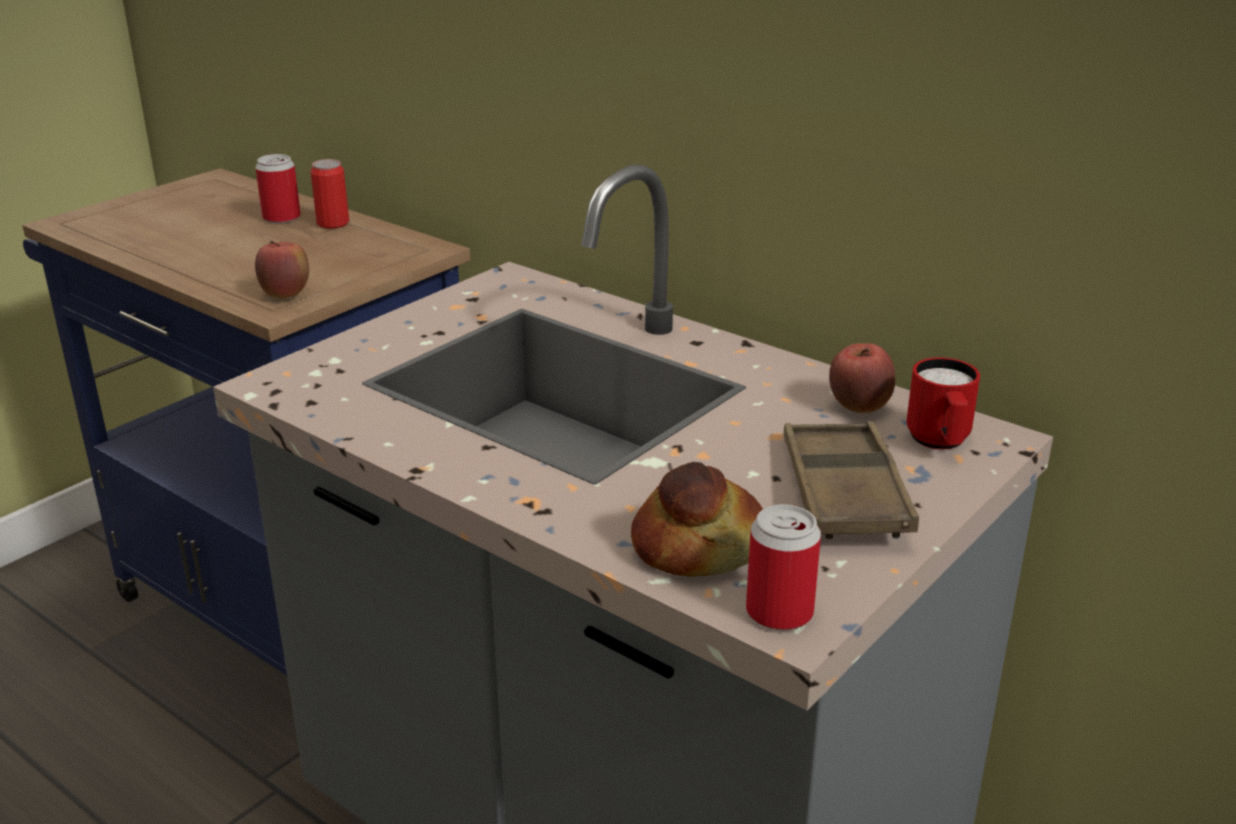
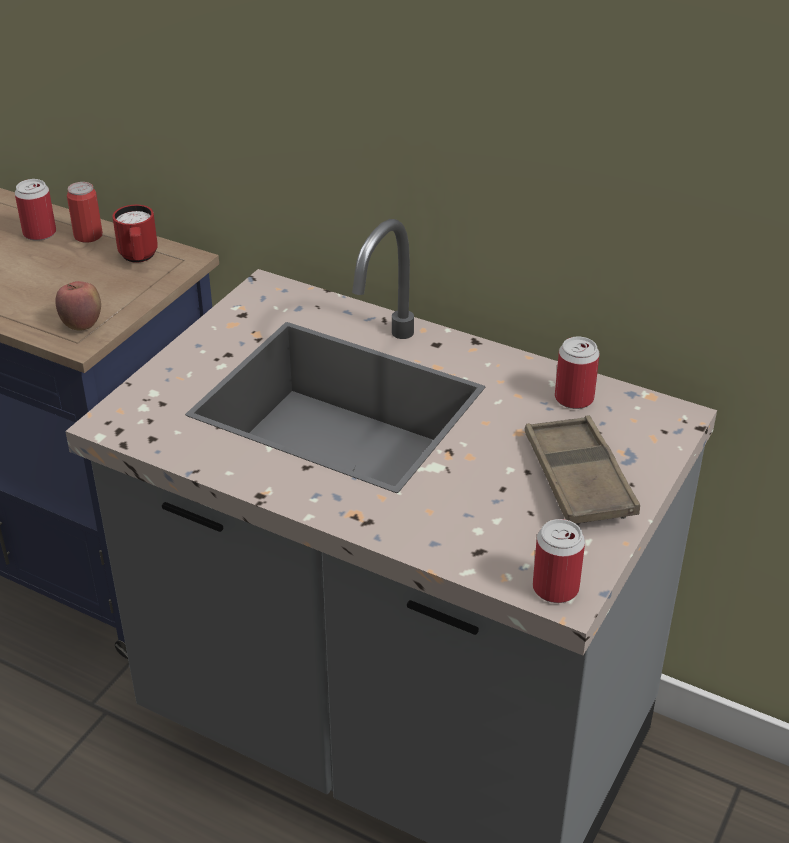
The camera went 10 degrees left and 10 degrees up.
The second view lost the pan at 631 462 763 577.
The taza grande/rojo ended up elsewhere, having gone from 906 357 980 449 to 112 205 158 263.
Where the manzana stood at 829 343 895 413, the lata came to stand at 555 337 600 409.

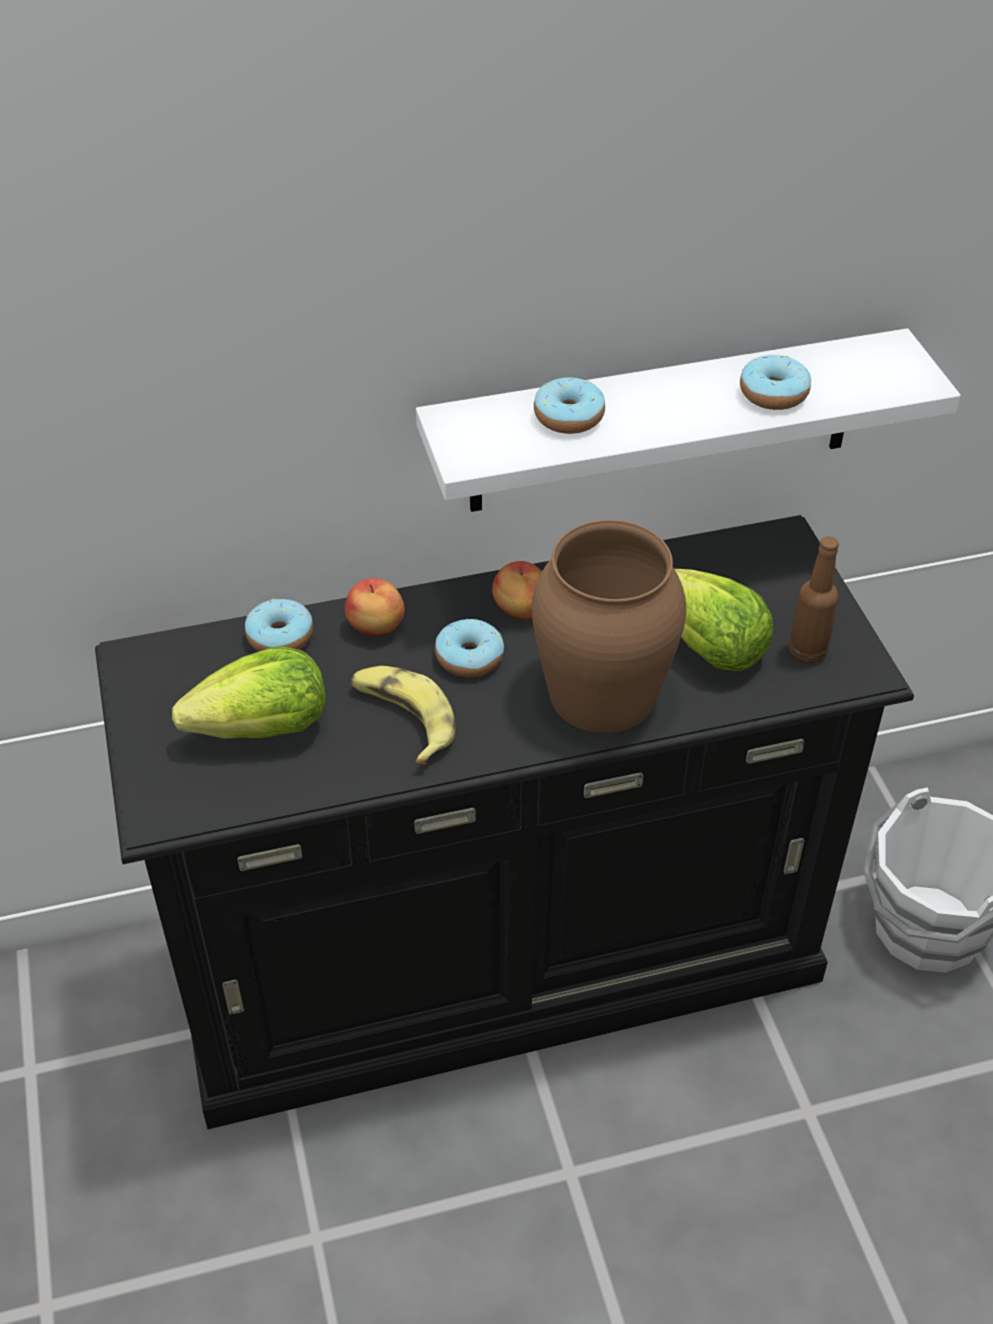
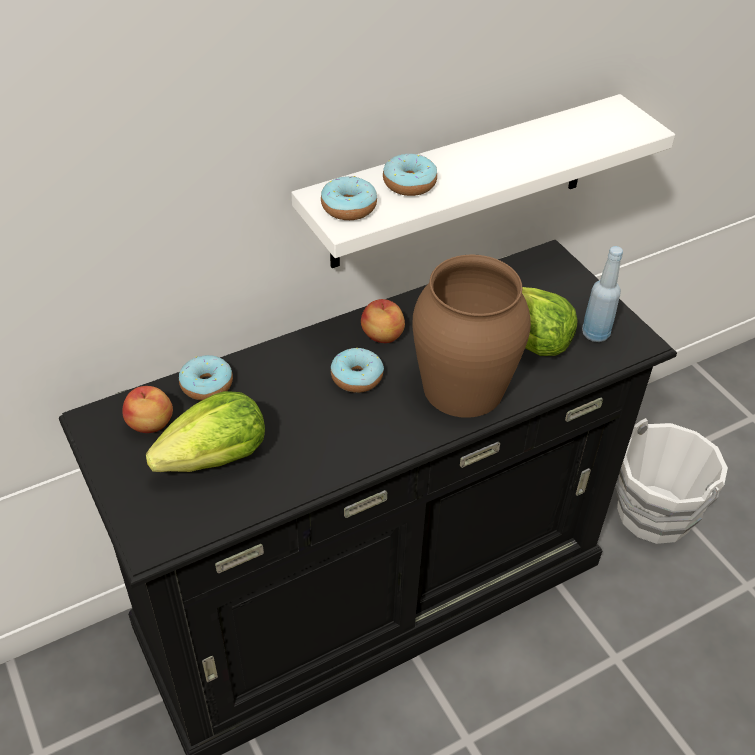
The camera went 15 degrees left and 0 degrees up.
The second view lost the plátano at 351 666 455 764.
The manzana ended up elsewhere, having gone from 345 578 405 636 to 122 386 173 433.
The rosquilla ended up elsewhere, having gone from 740 355 811 410 to 321 176 377 220.
What was the botella/marrón at 788 536 839 663 turned into the botella/azul at 582 246 623 342.

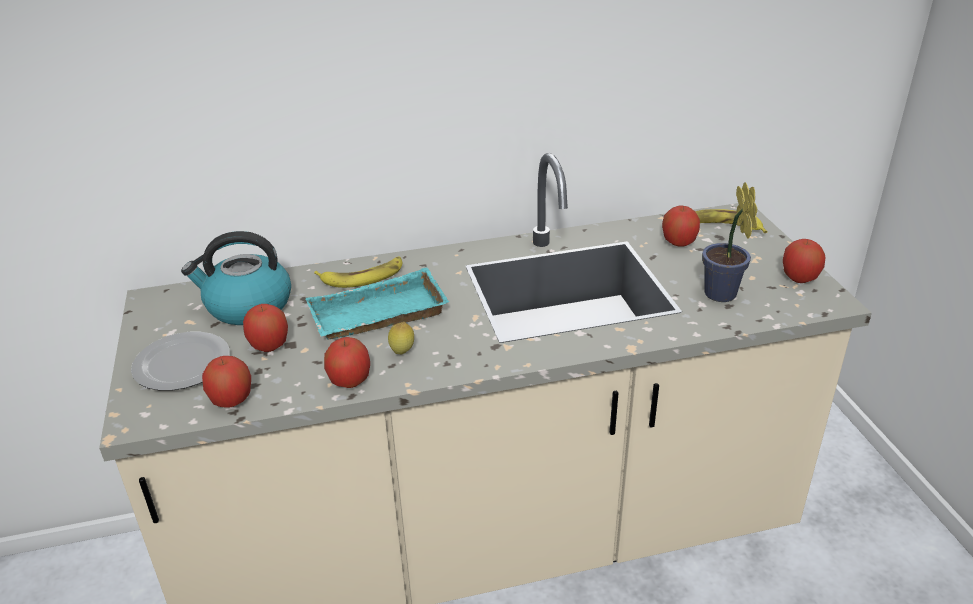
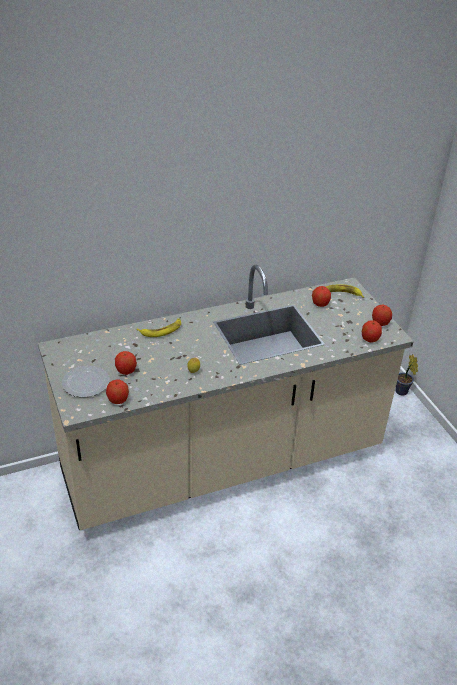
The camera went 10 degrees left and 5 degrees up.
The second view lost the hervidor at 181 231 291 325.
The second view lost the bandeja/turquesa at 305 267 449 340.
The manzana ended up elsewhere, having gone from 324 337 370 388 to 362 320 382 343.
The planta en maceta ended up elsewhere, having gone from 702 182 757 302 to 396 354 418 396.

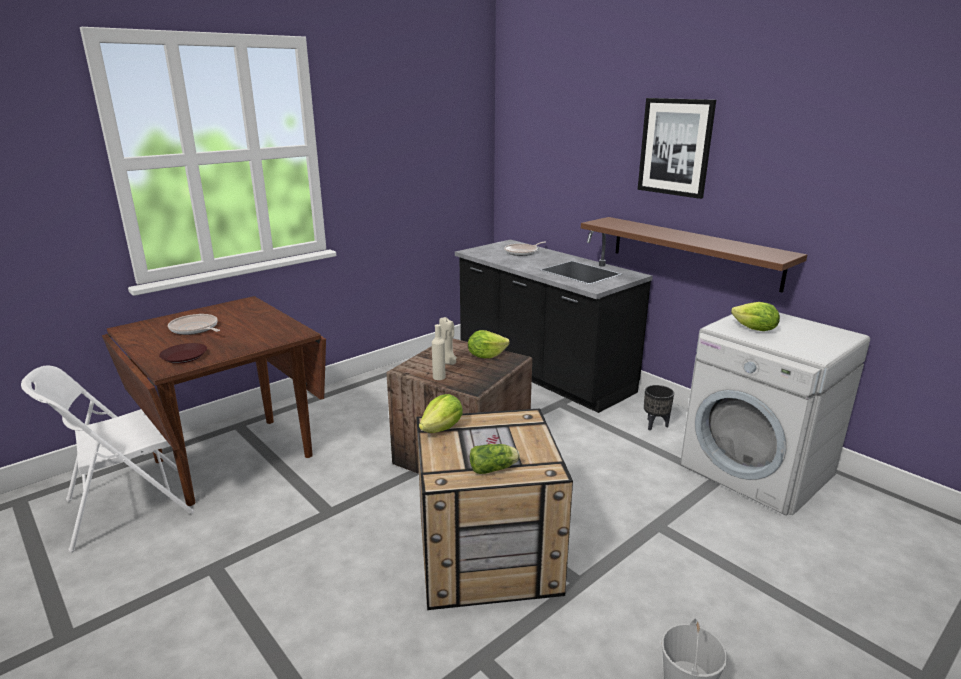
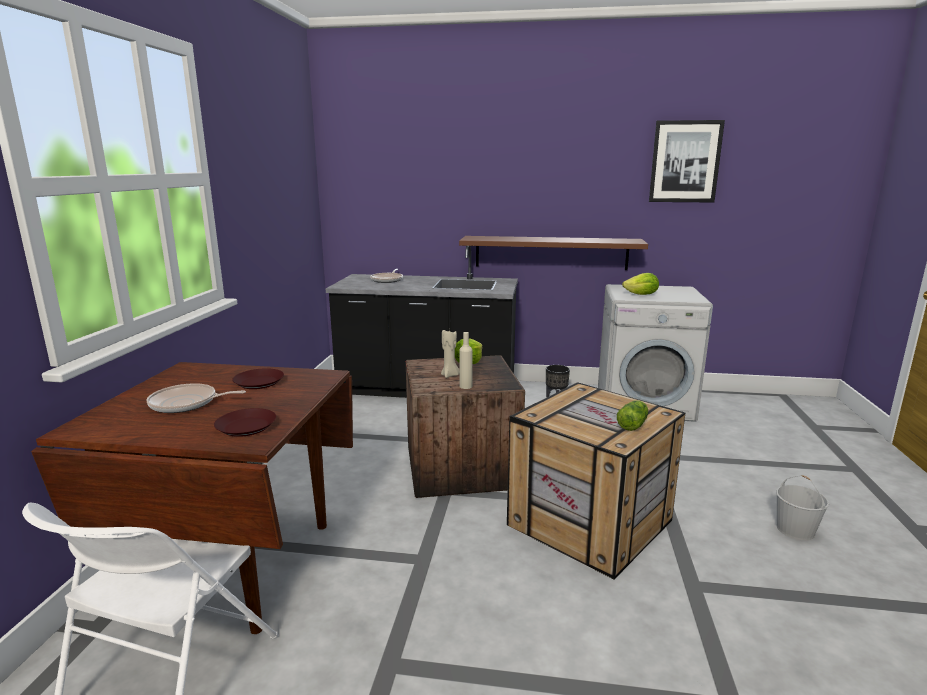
The camera went 40 degrees left and 5 degrees down.
The second view lost the lechuga at 419 394 463 433.
The second view gained the plato/marrón at 232 368 284 389.
The cuadro ended up elsewhere, having gone from 638 98 716 199 to 649 120 725 203.

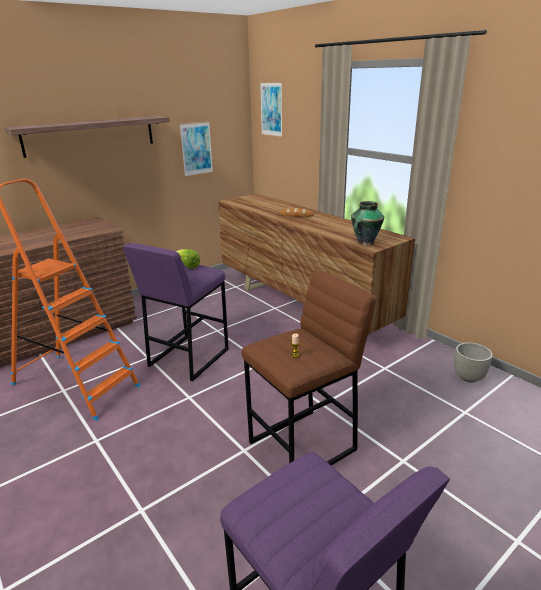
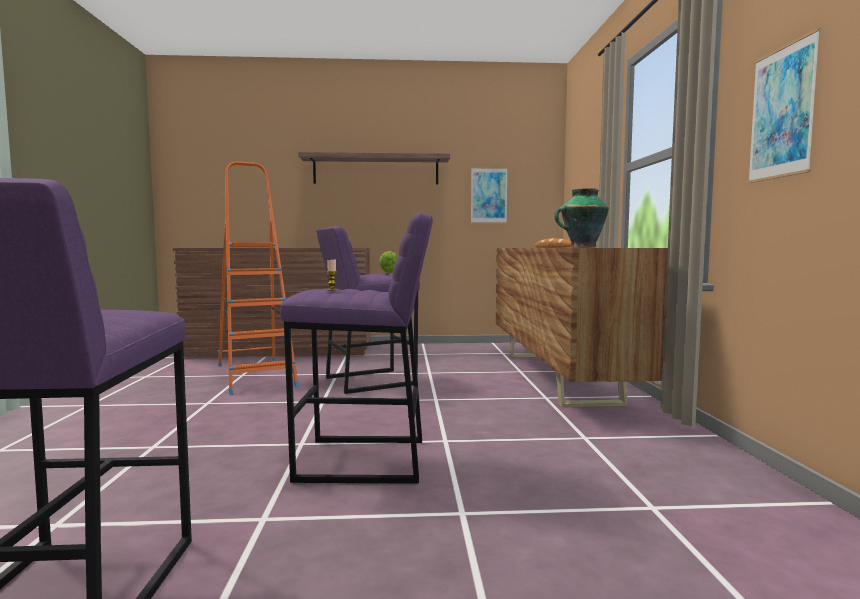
The camera went 35 degrees right and 20 degrees down.
The second view lost the maceta/gris at 454 342 493 383.
The cuadro ended up elsewhere, having gone from 260 82 283 137 to 747 28 821 183.
What was the taburete/marrón at 242 271 376 465 turned into the taburete/morado at 280 212 433 484.

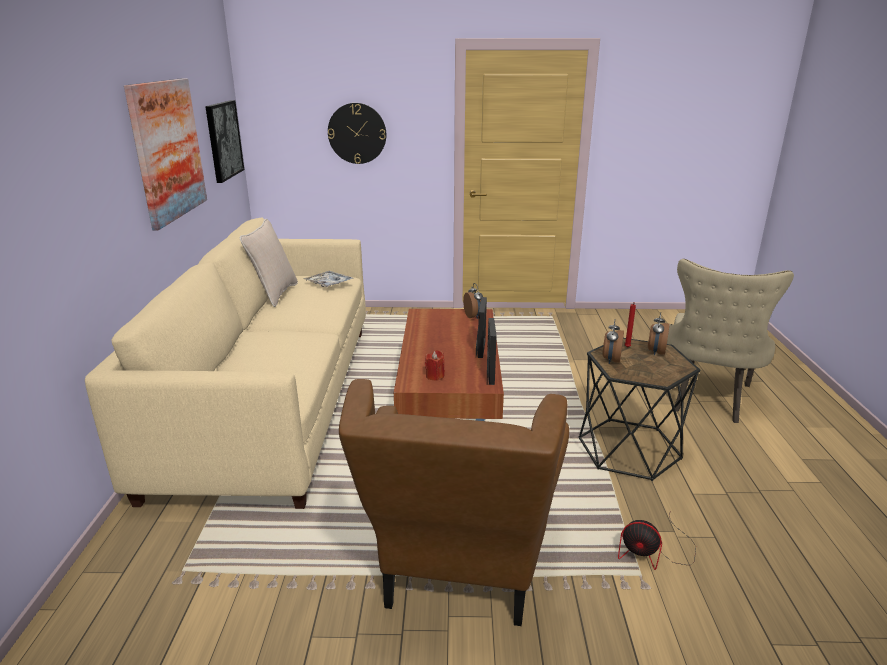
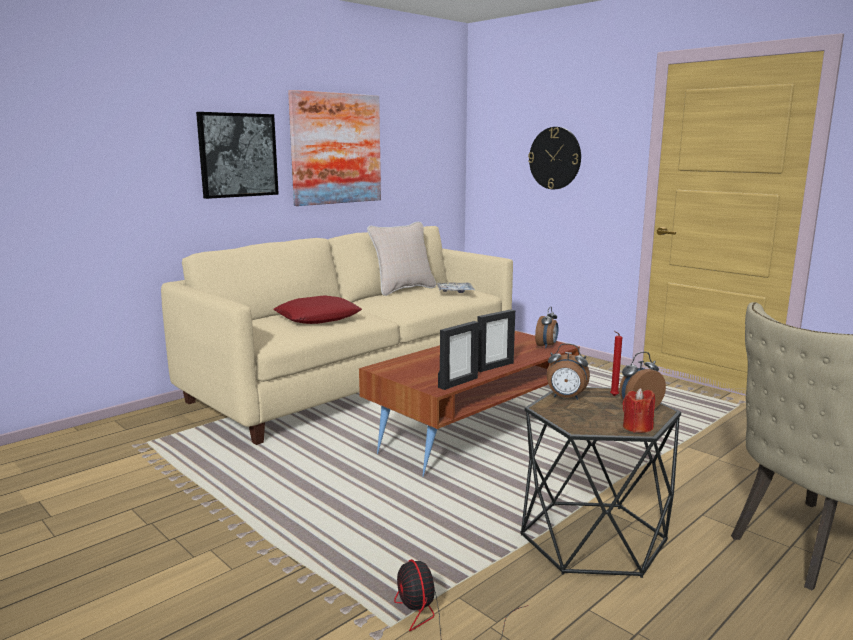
The camera went 45 degrees right and 10 degrees down.
The second view lost the sillón/marrón at 339 379 569 626.
The second view gained the cojín/rojo at 273 295 362 324.
The cuadro ended up elsewhere, having gone from 205 100 244 183 to 196 112 279 199.
The vela/rojo ended up elsewhere, having gone from 425 350 445 381 to 623 388 655 433.
The despertador at 602 320 624 364 ended up facing another way, 135 degrees counterclockwise from before.

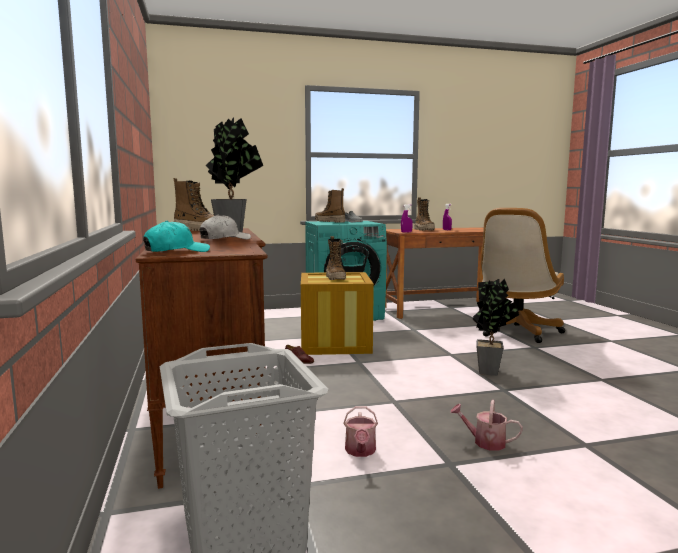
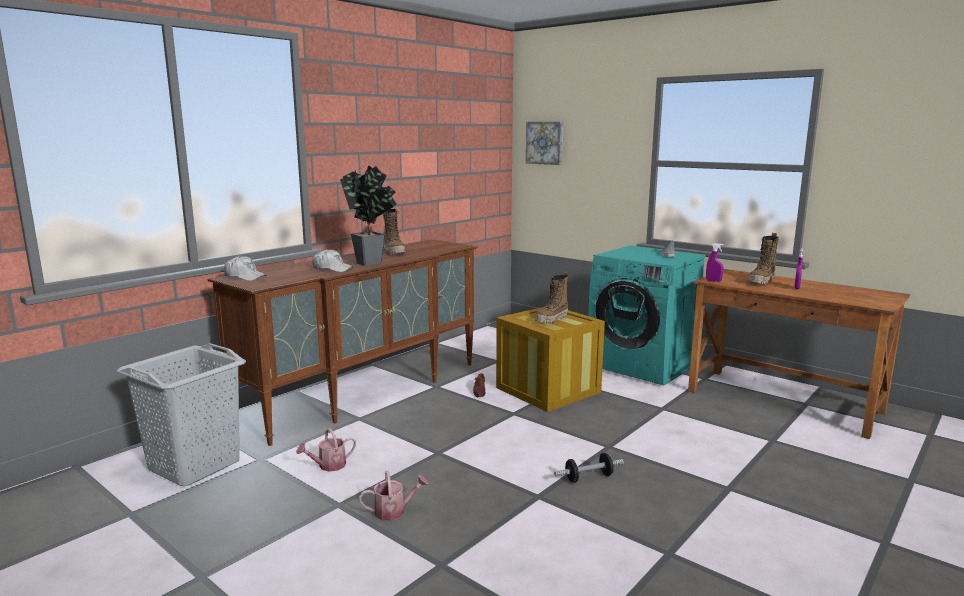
The camera went 55 degrees right and 5 degrees up.
The second view lost the bota at 315 188 345 223.
The second view lost the silla de oficina at 481 208 565 343.
The second view gained the cuadro at 526 122 563 165.
Where the planta en maceta stood at 472 279 519 376, the mancuerna came to stand at 554 453 624 483.
What was the gorra/turquesa at 143 221 210 252 turned into the gorra/blanco at 224 256 267 281.
The regadera at 450 400 523 451 ended up facing another way, 90 degrees clockwise from before.

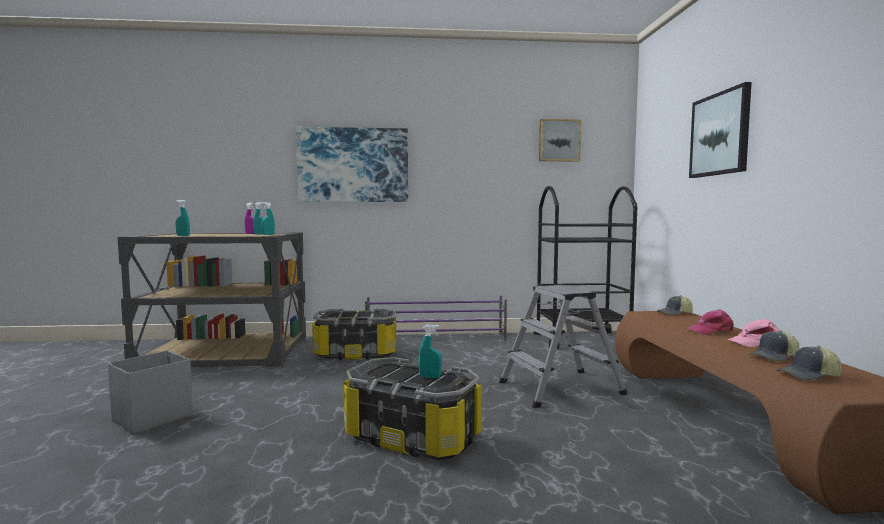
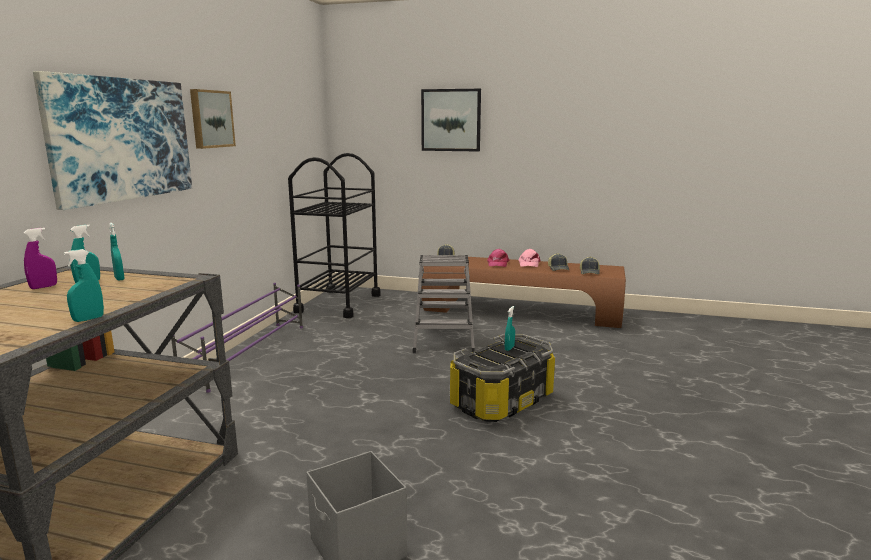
The camera went 70 degrees left and 10 degrees up.
The second view lost the caja de almacenaje at 312 308 396 360.
The cuadro ended up elsewhere, having gone from 539 119 581 162 to 190 89 236 149.

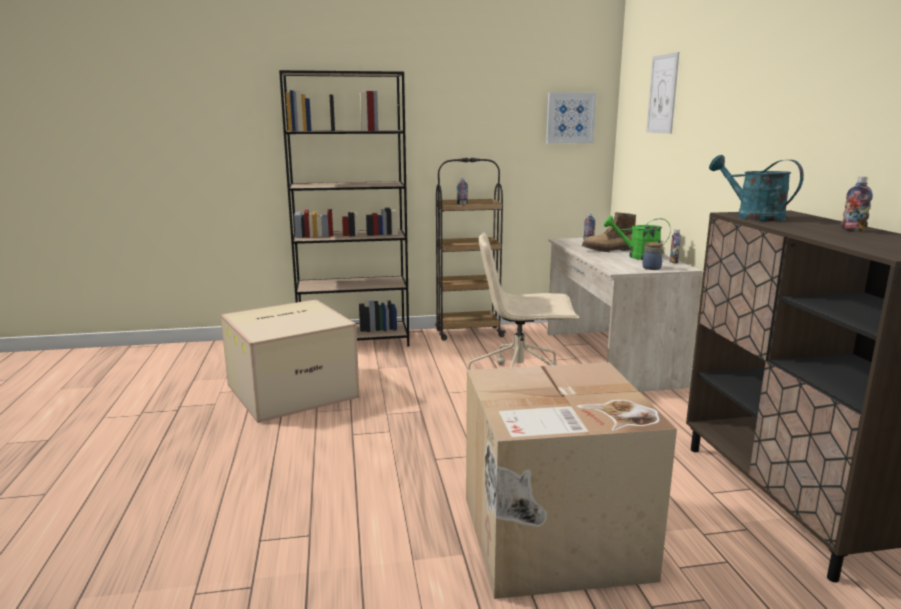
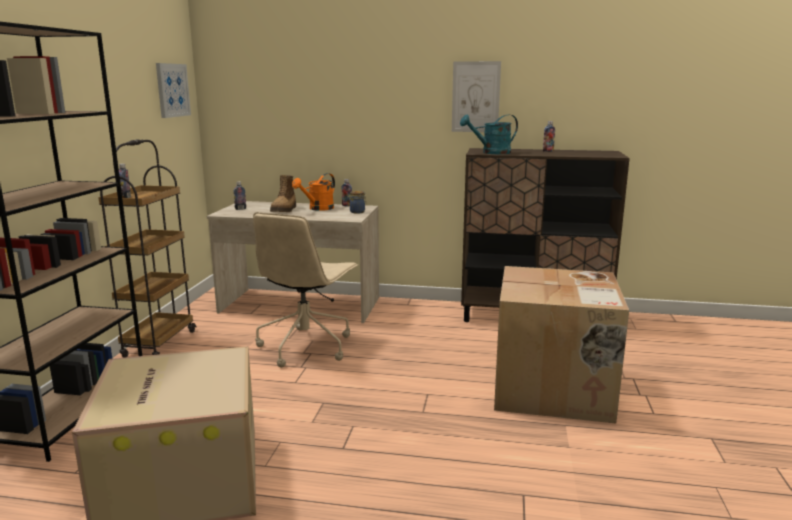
The camera went 70 degrees left and 0 degrees up.
The cuadro ended up elsewhere, having gone from 646 52 679 134 to 452 61 501 132.
What was the regadera/verde at 604 216 671 260 turned into the regadera/naranja at 292 173 335 211.

